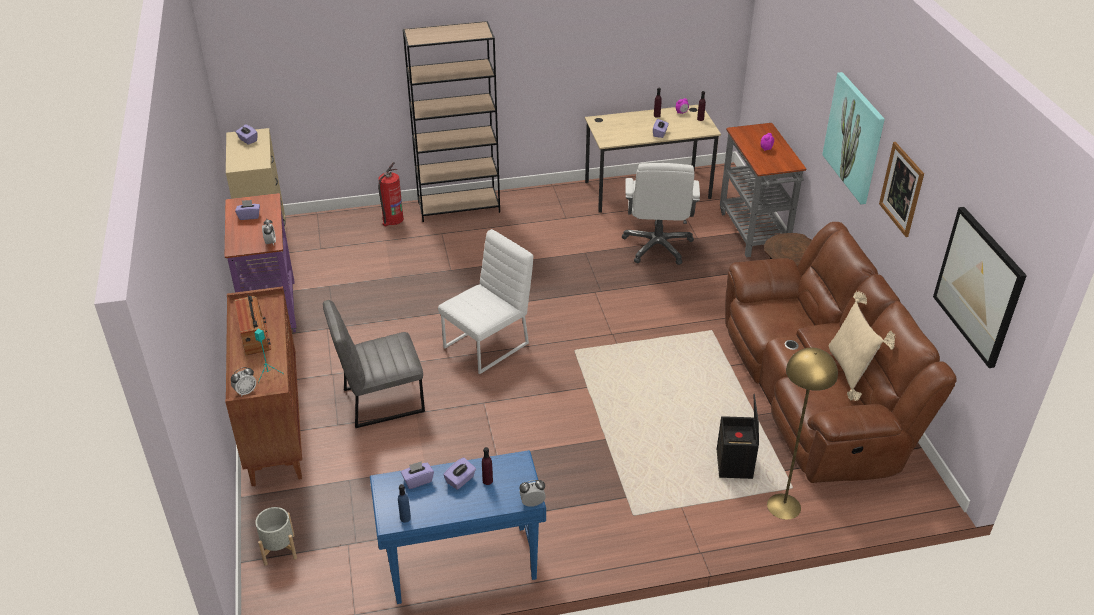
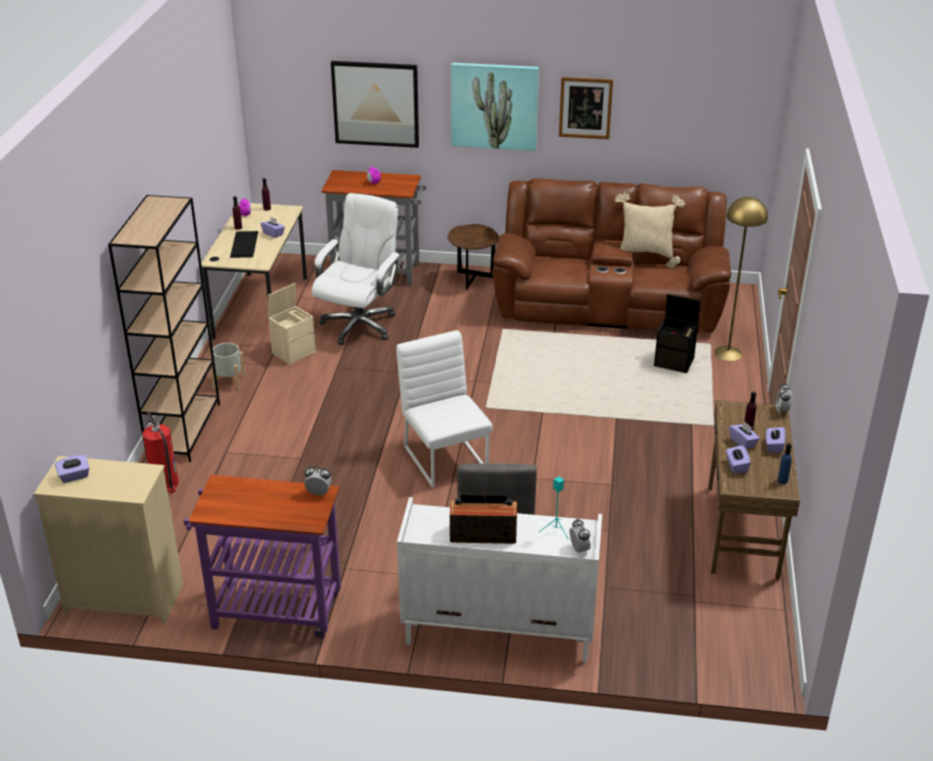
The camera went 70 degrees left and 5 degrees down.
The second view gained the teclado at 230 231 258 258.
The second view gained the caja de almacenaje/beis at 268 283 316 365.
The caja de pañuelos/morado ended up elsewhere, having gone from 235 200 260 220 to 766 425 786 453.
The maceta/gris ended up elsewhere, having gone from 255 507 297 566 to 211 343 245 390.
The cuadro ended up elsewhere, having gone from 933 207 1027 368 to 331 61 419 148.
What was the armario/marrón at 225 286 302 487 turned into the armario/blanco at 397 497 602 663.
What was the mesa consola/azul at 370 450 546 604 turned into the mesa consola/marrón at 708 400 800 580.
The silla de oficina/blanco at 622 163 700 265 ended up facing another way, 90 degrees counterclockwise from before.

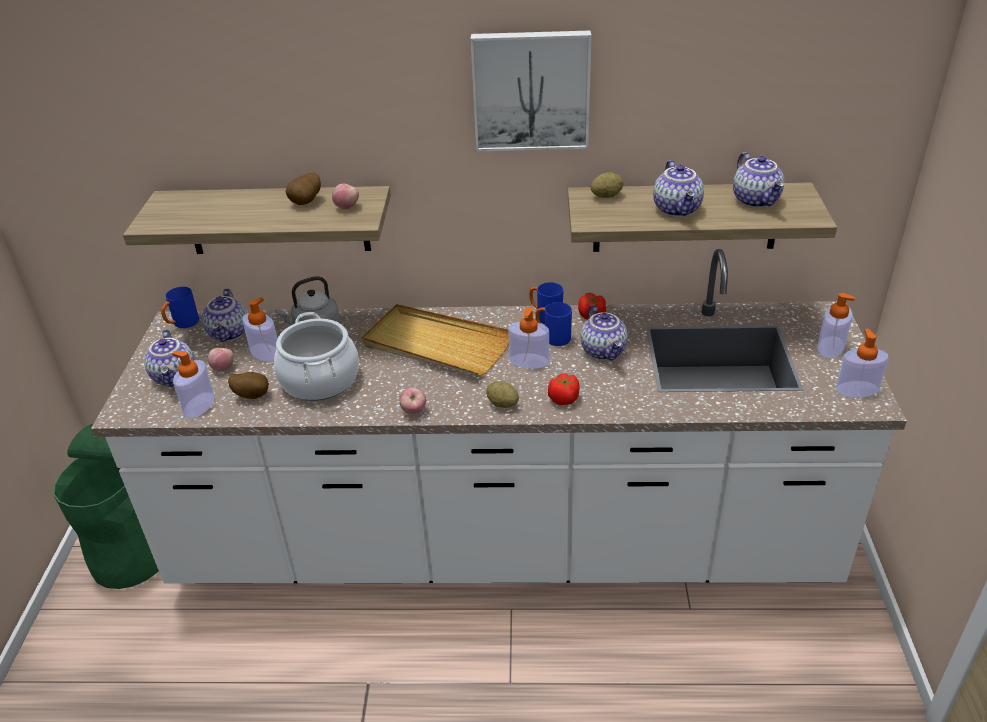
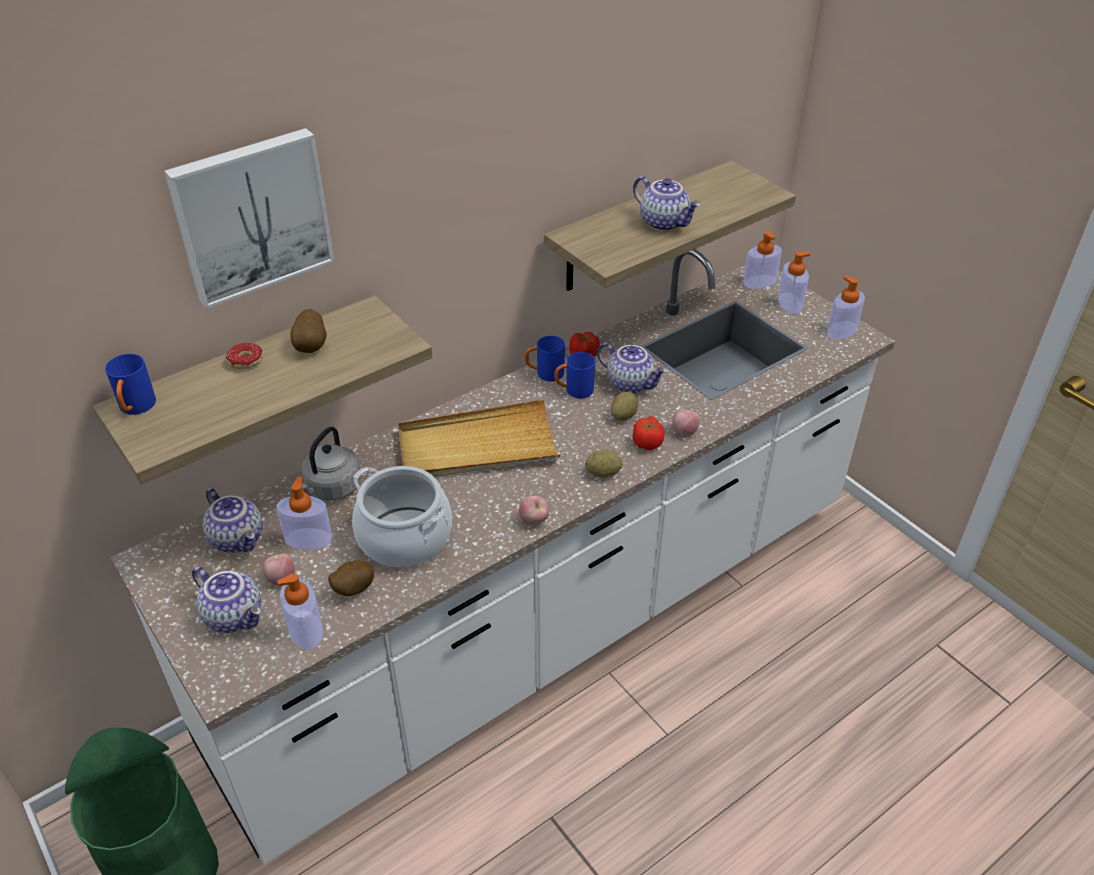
The camera went 40 degrees left and 5 degrees up.
The second view lost the tetera at 733 152 784 208.
The second view gained the rosquilla at 226 343 263 370.
The taza grande/azul ended up elsewhere, having gone from 161 287 199 328 to 105 354 156 415.
The manzana ended up elsewhere, having gone from 332 184 359 209 to 672 410 700 436.
The cuadro ended up elsewhere, having gone from 470 31 591 152 to 164 128 335 309.
The dispensador de jabón ended up elsewhere, having gone from 508 307 549 369 to 743 231 782 289.
The patata ended up elsewhere, having gone from 591 172 623 198 to 611 392 638 421.

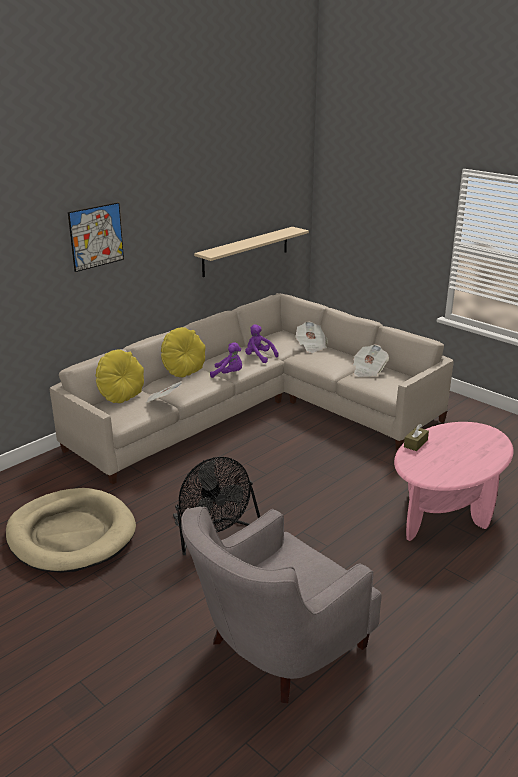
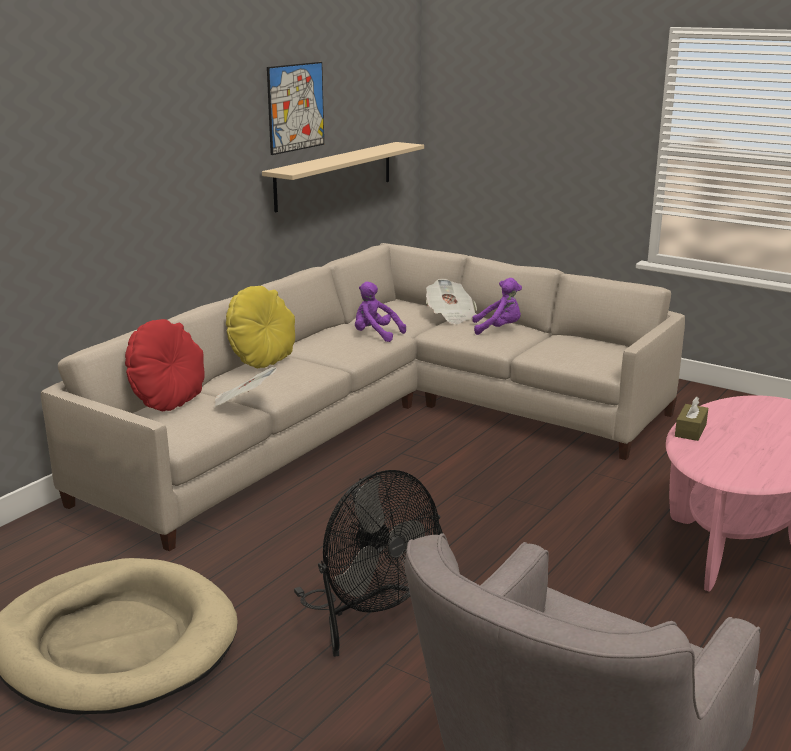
The camera went 10 degrees left and 5 degrees down.
The second view lost the periódico at 352 345 389 377.
The cuadro ended up elsewhere, having gone from 68 202 124 272 to 267 62 324 155.
The peluche/morado ended up elsewhere, having gone from 210 342 242 378 to 472 278 522 335.
What was the cojín/amarillo at 96 350 144 403 turned into the cojín/rojo at 125 319 205 411.

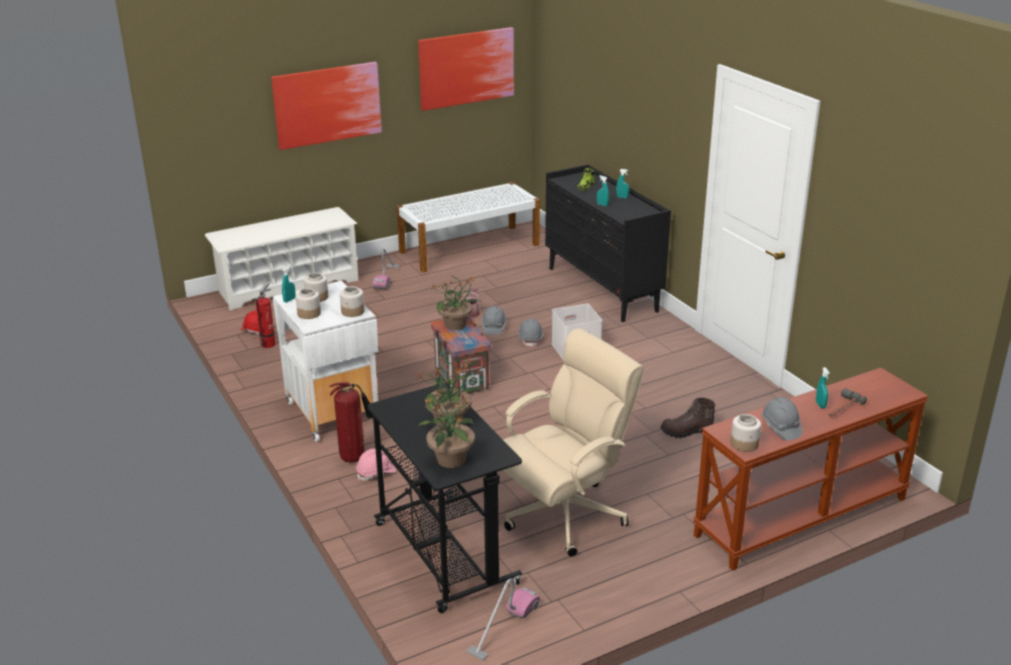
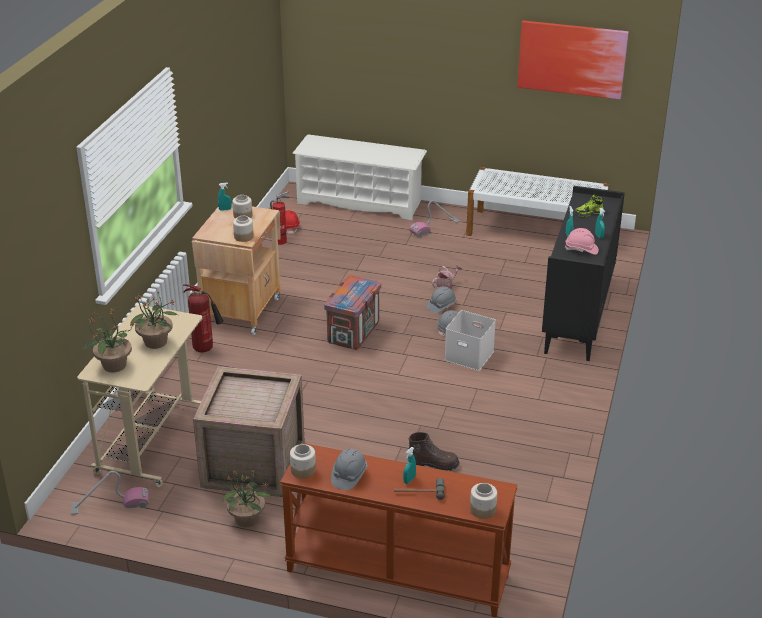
The camera went 45 degrees right and 5 degrees up.
The second view lost the cuadro at 271 62 382 150.
The tarro ended up elsewhere, having gone from 296 288 321 319 to 470 483 497 519.
The casco/rosa ended up elsewhere, having gone from 356 449 396 481 to 565 228 599 255.
The planta en maceta ended up elsewhere, having gone from 432 274 481 330 to 222 470 271 527.
Where the silla de oficina/beis stood at 503 329 644 557, the caja de embalaje came to stand at 193 366 305 497.
What was the carrito/blanco at 273 281 378 442 turned into the carrito/marrón at 192 203 281 335.
What was the escritorio/negro at 367 383 522 613 turned into the escritorio/beis at 77 305 202 487.
The bota/marrón at 660 398 715 438 ended up facing another way, 150 degrees clockwise from before.

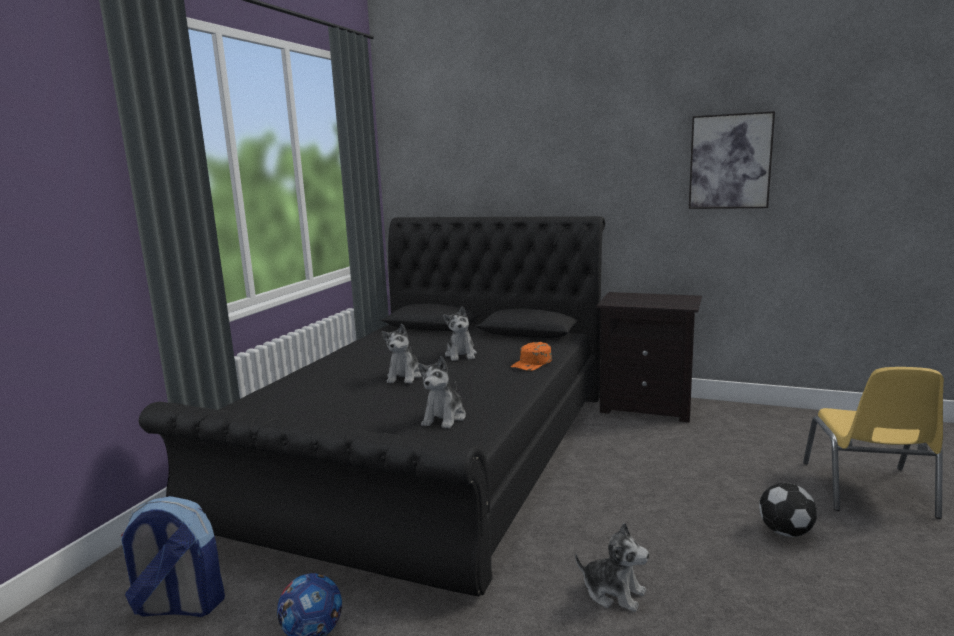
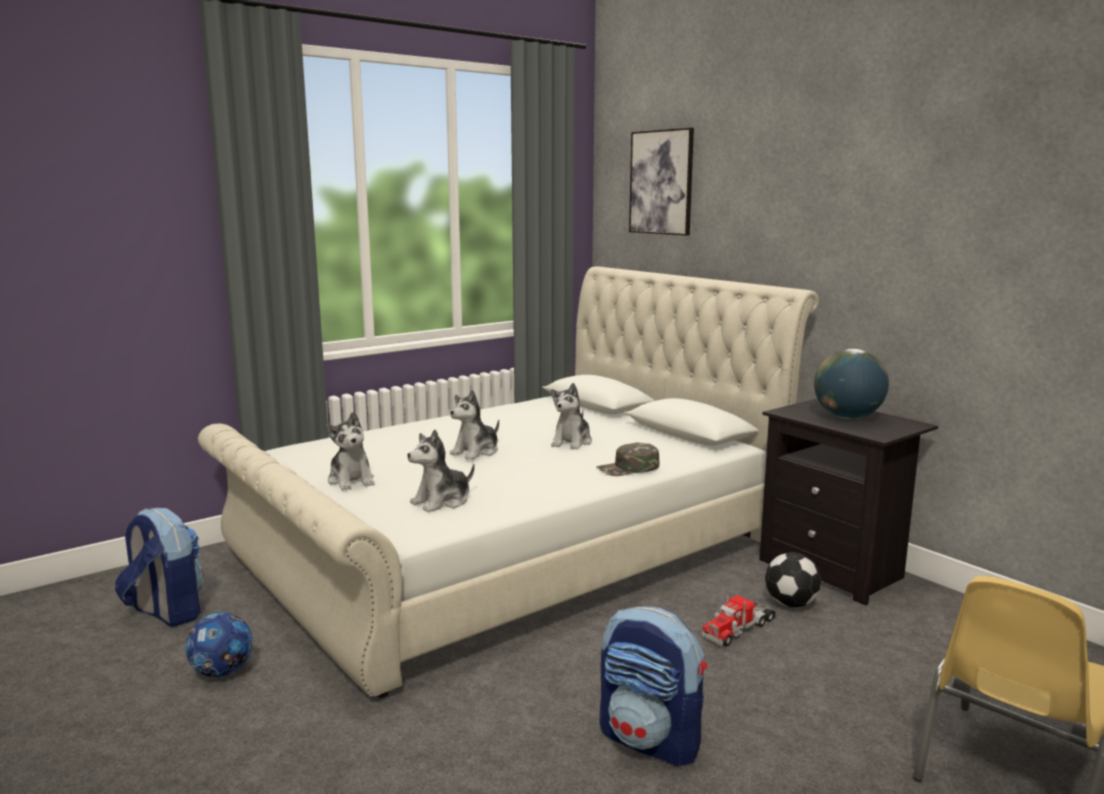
The camera went 30 degrees right and 0 degrees up.
The second view gained the mochila at 600 606 707 766.
The second view gained the camión de juguete at 702 594 776 646.
The second view gained the globo terráqueo at 814 349 889 419.
The peluche ended up elsewhere, having gone from 575 522 649 612 to 326 412 374 490.
The cuadro ended up elsewhere, having gone from 689 111 775 209 to 629 128 694 236.
The balón de fútbol ended up elsewhere, having gone from 759 483 817 537 to 765 553 821 608.
What was the cama/negro at 138 216 605 597 turned into the cama/beis at 198 267 819 698.
What was the gorra/naranja at 510 342 552 371 turned into the gorra/verde at 597 443 659 476.

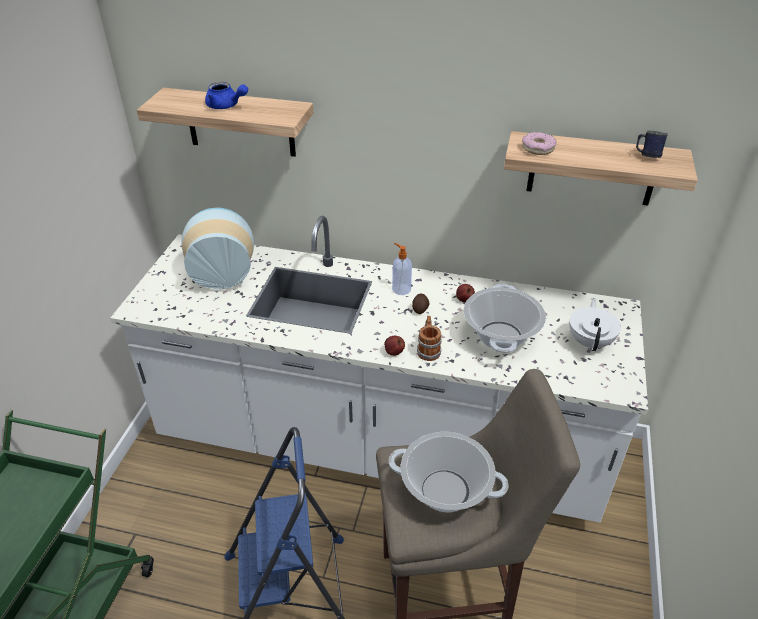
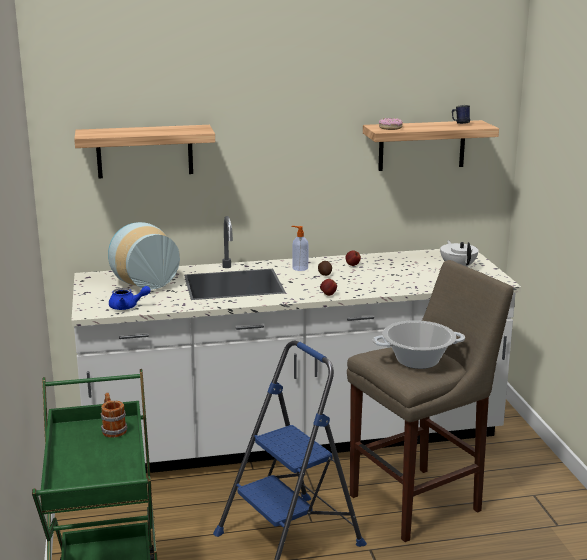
The camera went 25 degrees left and 20 degrees down.
The second view lost the olla at 464 284 546 353.
The tetera/azul ended up elsewhere, having gone from 205 82 248 109 to 109 286 151 310.
The taza grande ended up elsewhere, having gone from 417 316 442 361 to 101 393 128 438.

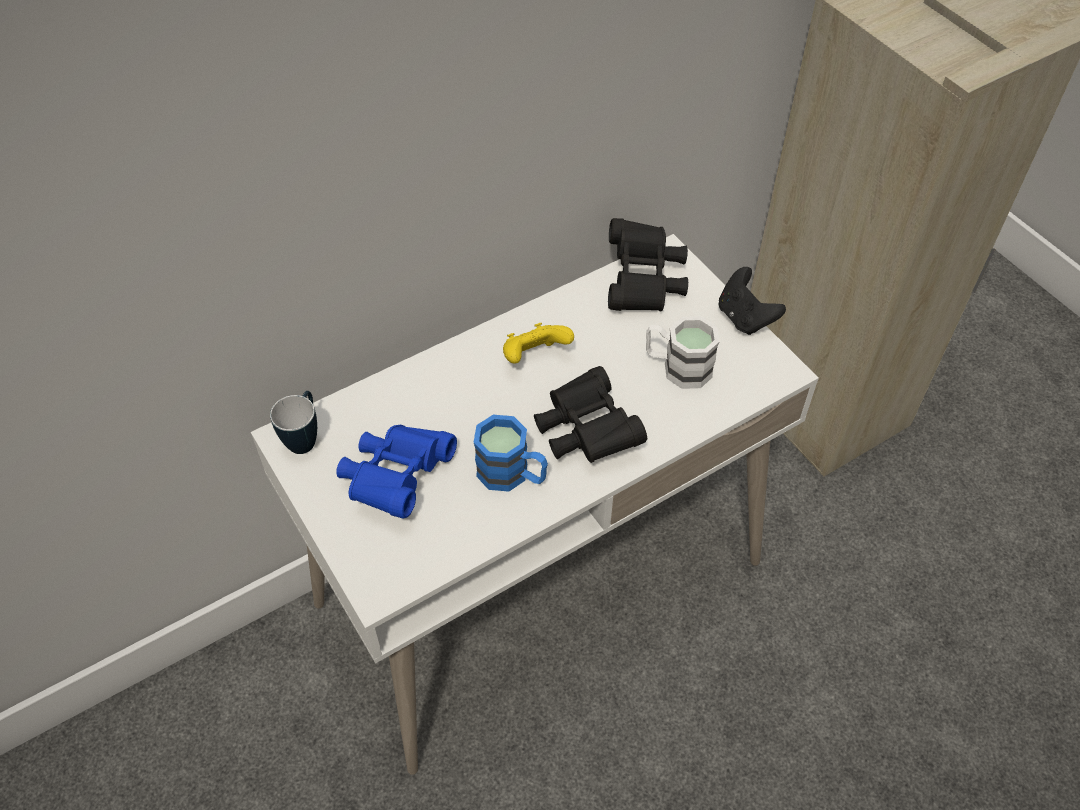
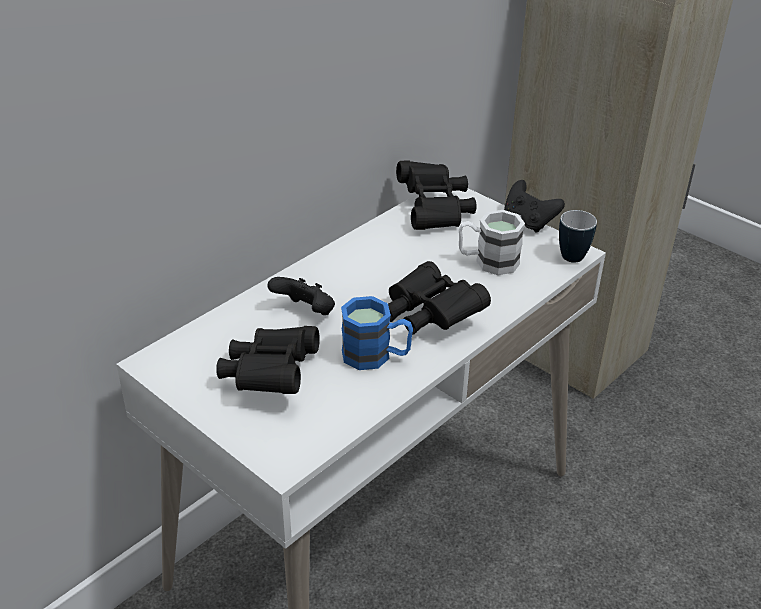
The camera went 15 degrees left and 15 degrees down.
The second view lost the mando de consola/amarillo at 503 323 574 363.
The second view gained the mando de consola/negro at 267 277 335 315.
The taza grande ended up elsewhere, having gone from 270 391 317 454 to 559 210 597 263.
What was the prismáticos/azul at 336 425 457 519 turned into the prismáticos/negro at 216 326 320 394.

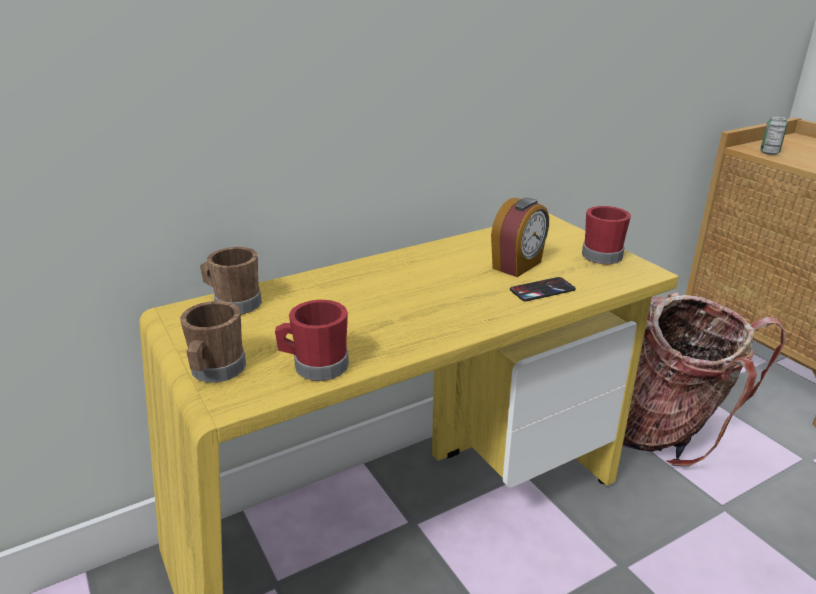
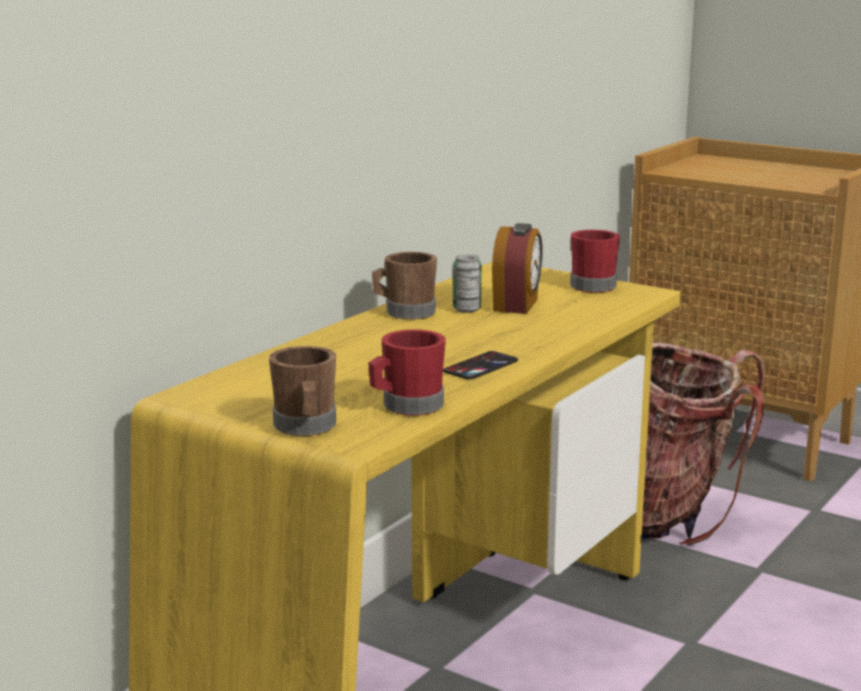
The camera went 25 degrees left and 10 degrees down.
The taza grande/marrón ended up elsewhere, having gone from 200 247 262 314 to 372 252 437 320.
The móvil ended up elsewhere, having gone from 510 277 576 301 to 443 351 518 380.
The lata ended up elsewhere, having gone from 760 116 788 155 to 453 254 482 313.

